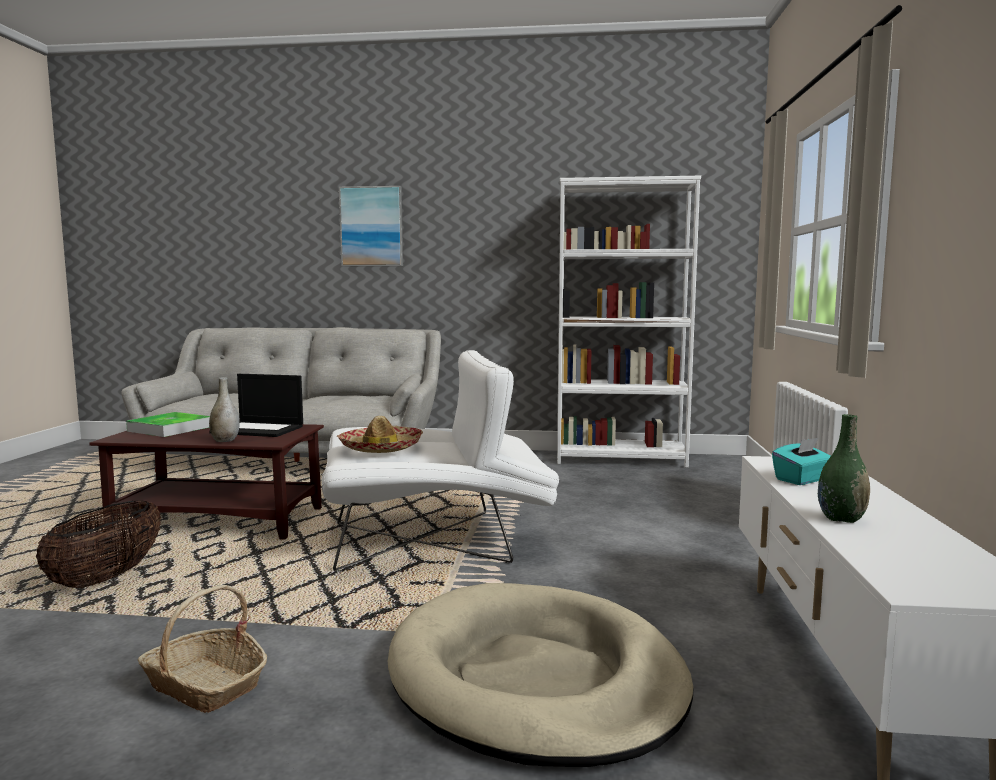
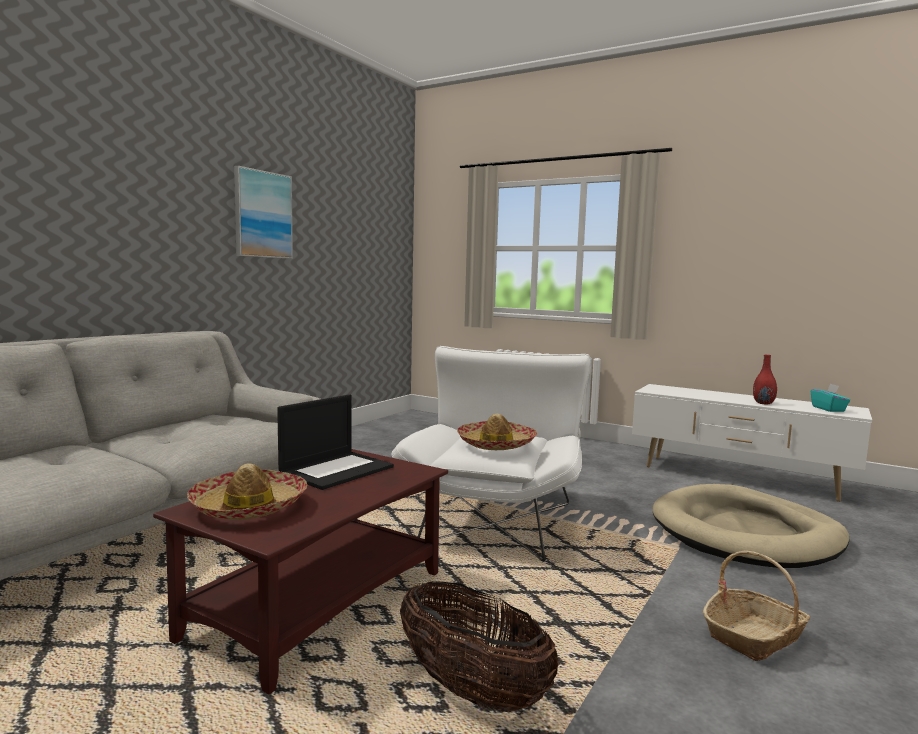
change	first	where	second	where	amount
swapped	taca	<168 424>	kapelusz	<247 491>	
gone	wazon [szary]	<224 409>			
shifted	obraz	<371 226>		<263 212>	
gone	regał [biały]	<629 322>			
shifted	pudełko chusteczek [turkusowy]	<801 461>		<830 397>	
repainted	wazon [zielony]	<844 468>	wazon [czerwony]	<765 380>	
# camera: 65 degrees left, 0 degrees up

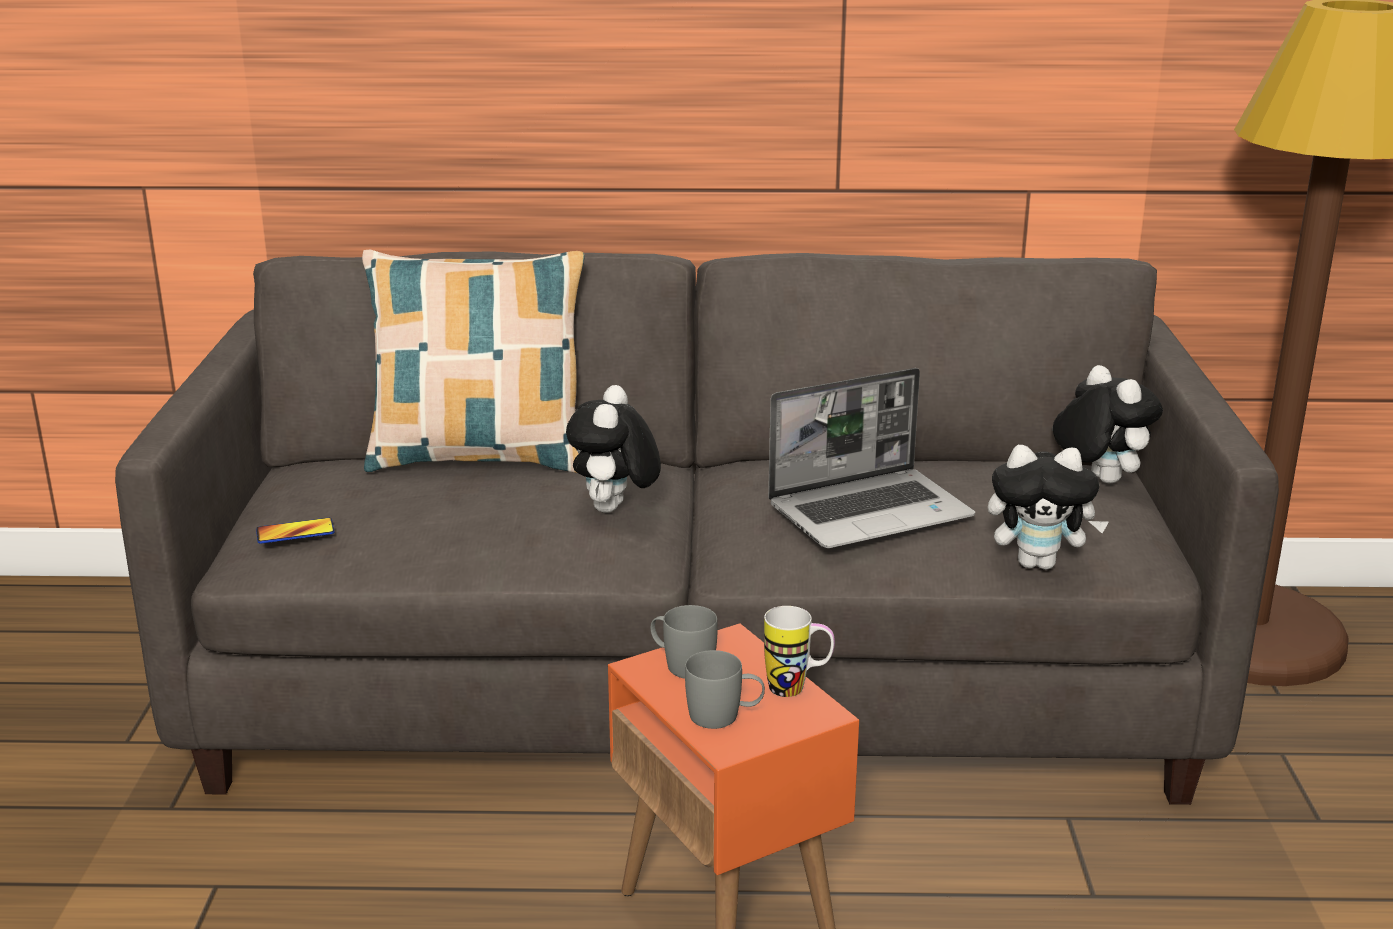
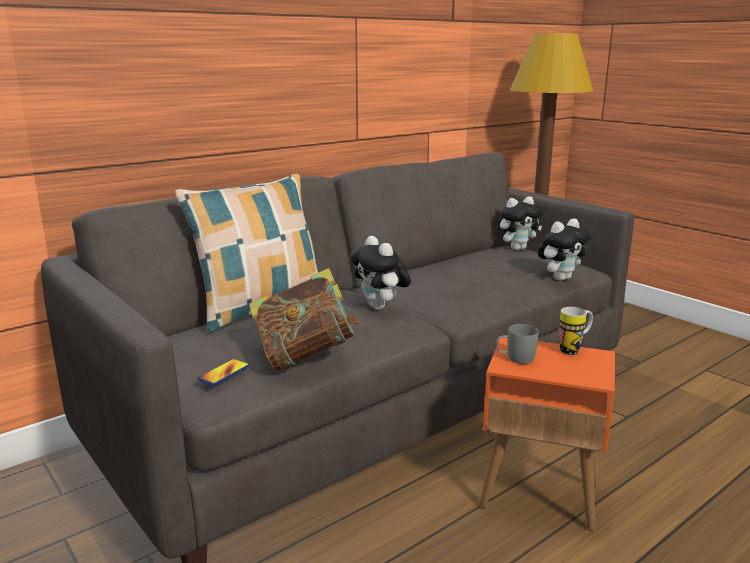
change	first	where	second	where	amount
gone	kubek [szary]	<725 689>			
gone	laptop	<871 458>			
rotated	pluszak	<1108 424>		<520 223>	135 degrees clockwise
new			książka	<305 319>	
# camera: 40 degrees left, 5 degrees down

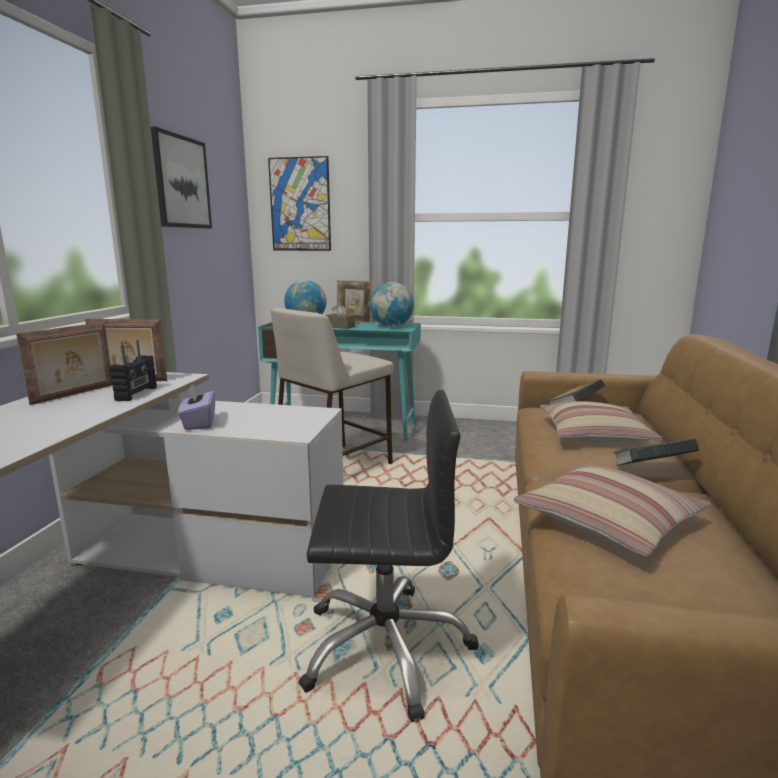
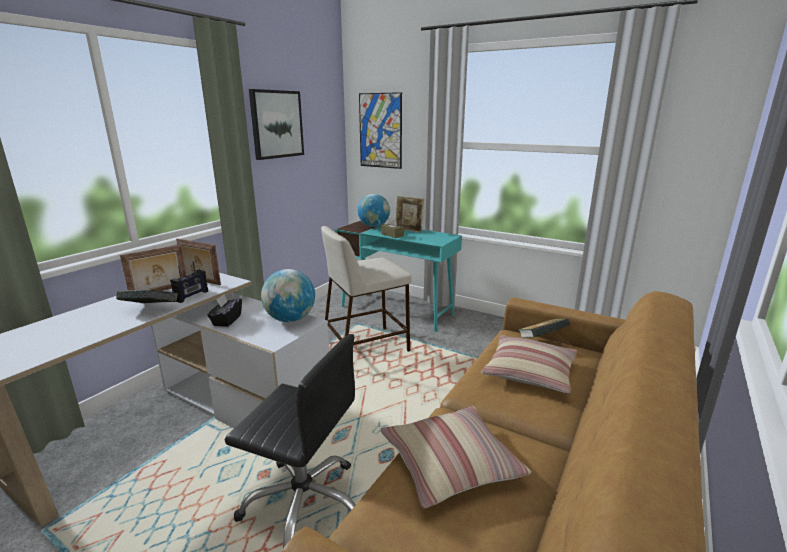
change	first	where	second	where	amount
repainted	pudełko chusteczek [fioletowy]	<196 407>	pudełko chusteczek [czarny]	<225 310>	
shifted	globus	<392 304>		<288 295>	
shifted	książka	<656 452>		<147 296>	
# camera: 20 degrees right, 5 degrees up

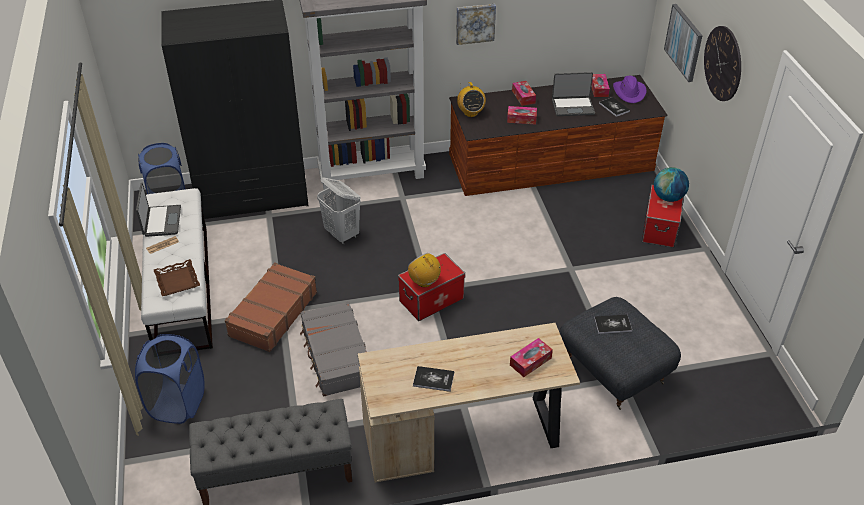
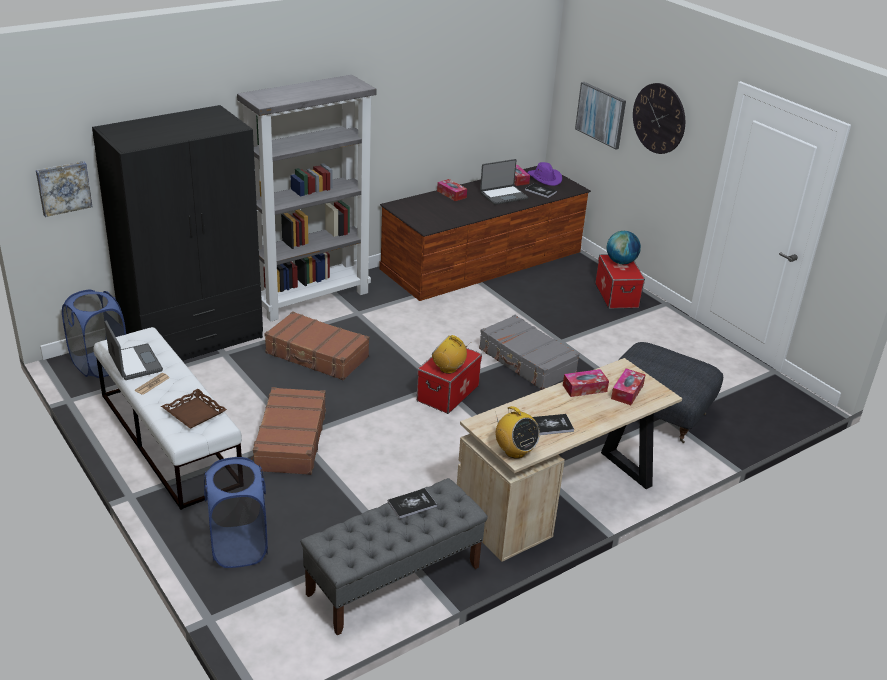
change	first	where	second	where	amount
shifted	walizka [szary]	<333 349>		<529 352>	
swapped	kosz na pranie [biały]	<339 211>	walizka [brązowy]	<316 345>	
shifted	obraz	<476 24>		<64 189>	
shifted	radio	<471 99>		<517 432>	
shifted	pudełko chusteczek	<522 115>		<586 383>	
shifted	książka	<613 324>		<412 503>	
# camera: 25 degrees left, 10 degrees down

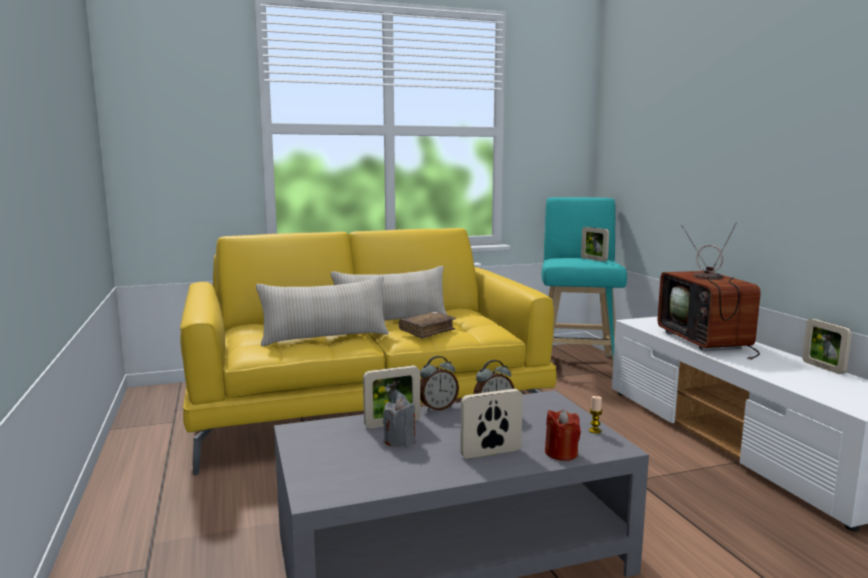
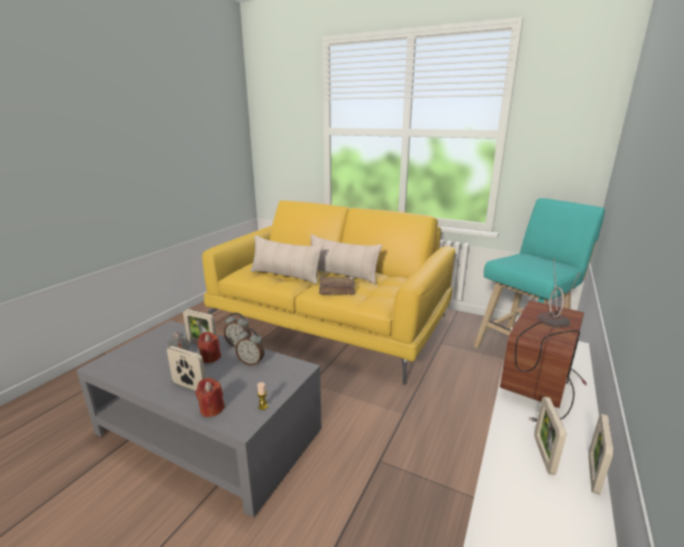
change	first	where	second	where	amount
shifted	ramka na zdjęcie	<595 244>		<550 436>	
new			świeca [czerwony]	<209 347>	
# camera: 45 degrees right, 10 degrees up

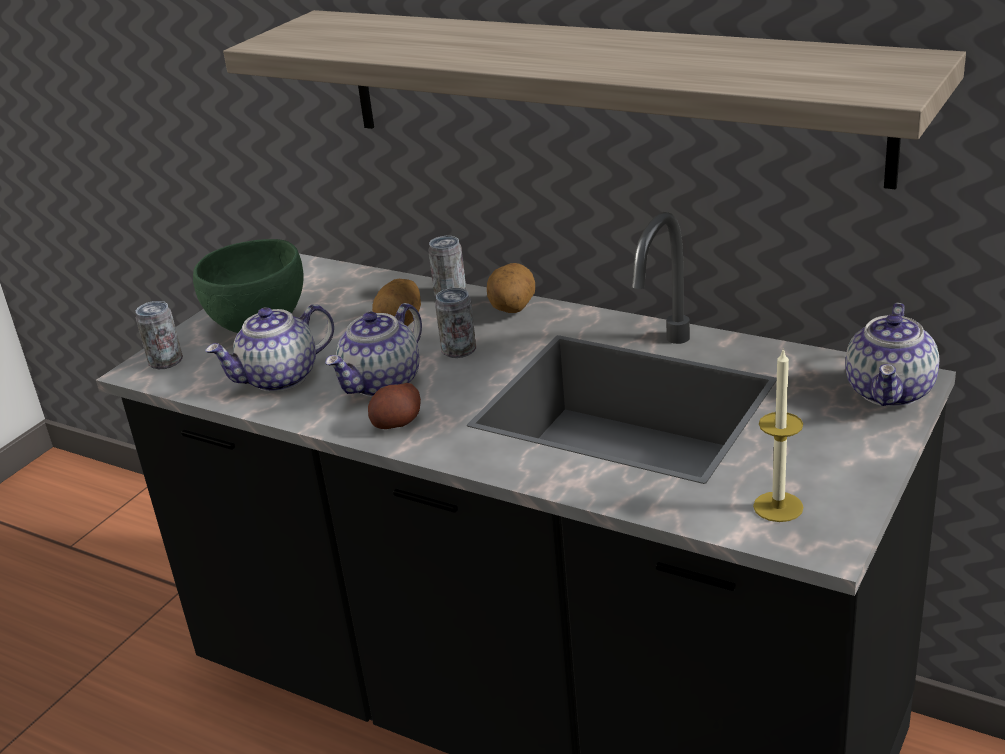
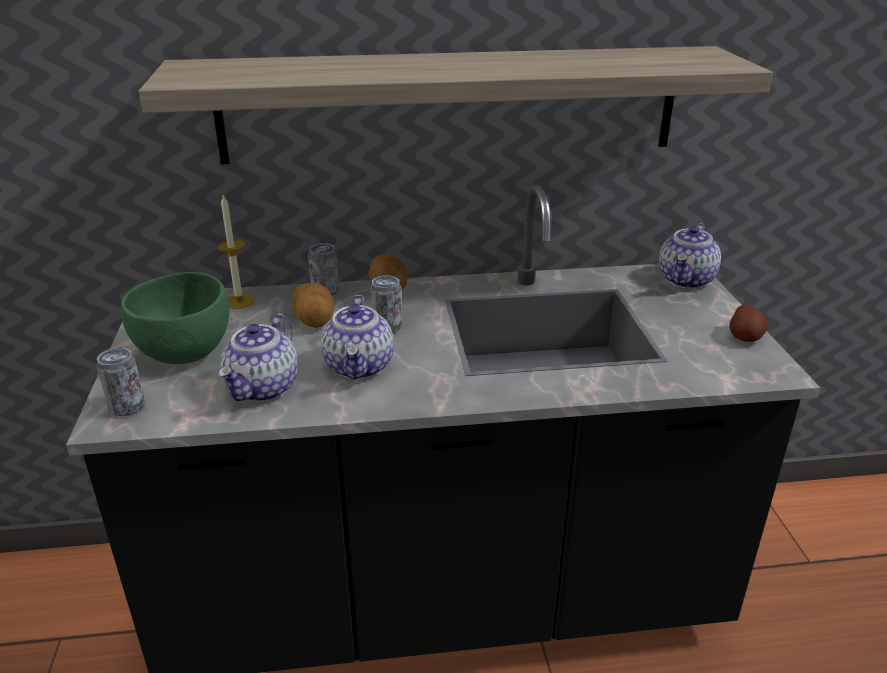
change	first	where	second	where	amount
shifted	ziemniak	<394 406>		<748 323>	
shifted	świeca	<778 435>		<236 252>	
rotated	imbryk	<892 355>		<690 256>	45 degrees clockwise
# camera: 40 degrees left, 0 degrees up

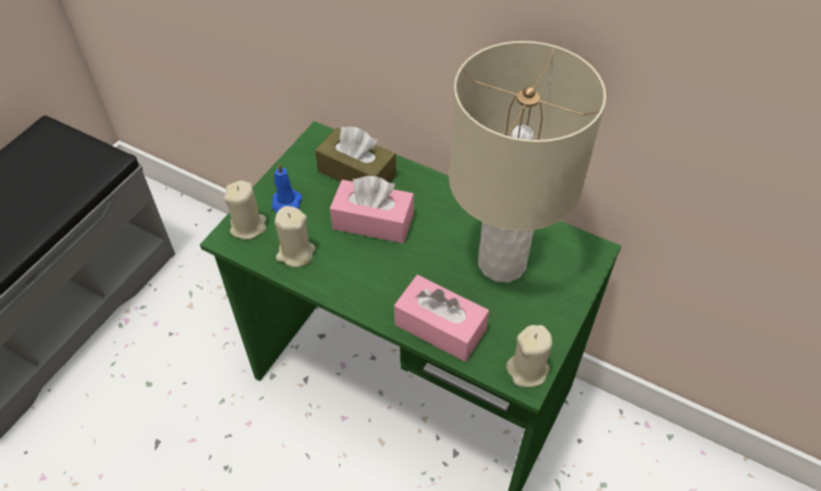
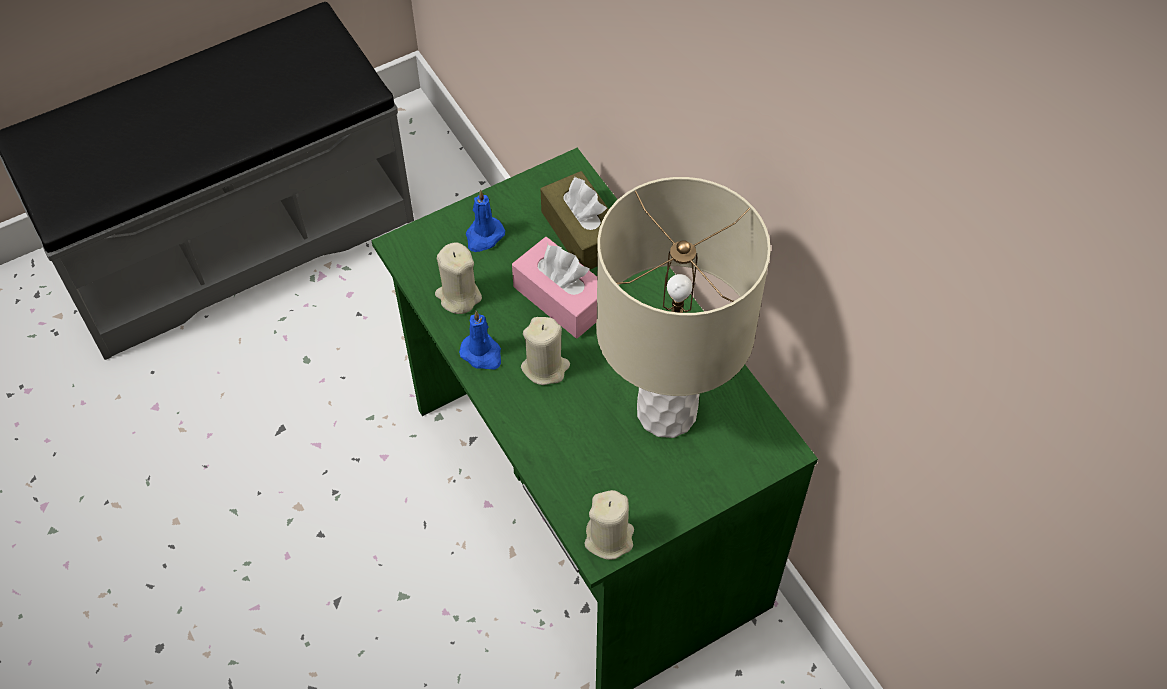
change	first	where	second	where	amount
shifted	świeca [beżowy]	<245 210>		<545 351>	
gone	pudełko chusteczek [różowy]	<441 318>			
new			świeca [niebieski]	<480 340>	
# camera: 30 degrees right, 5 degrees up

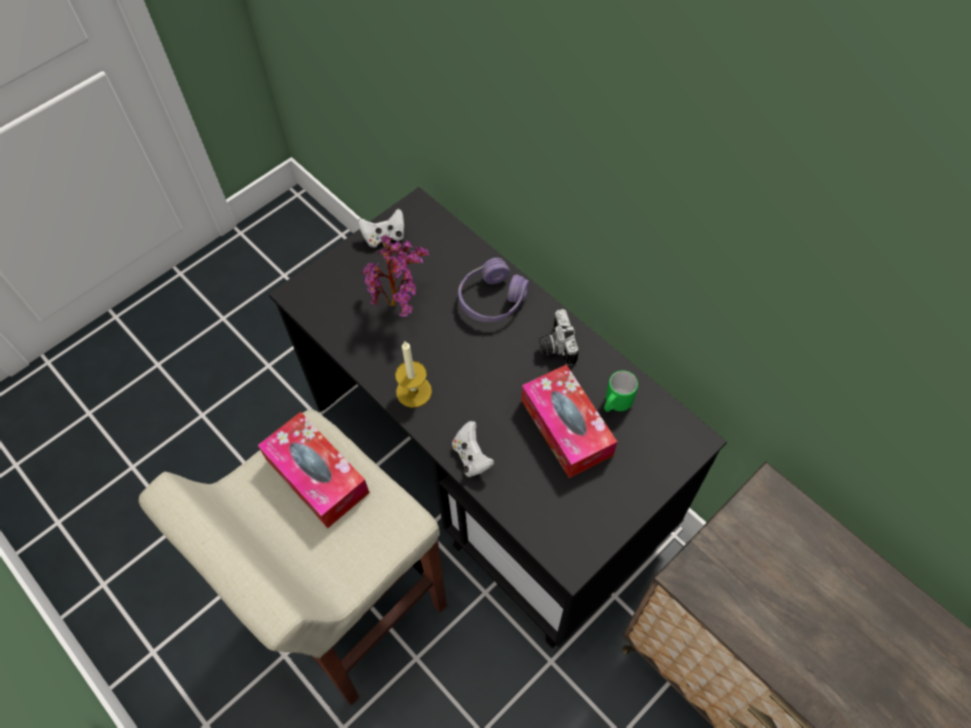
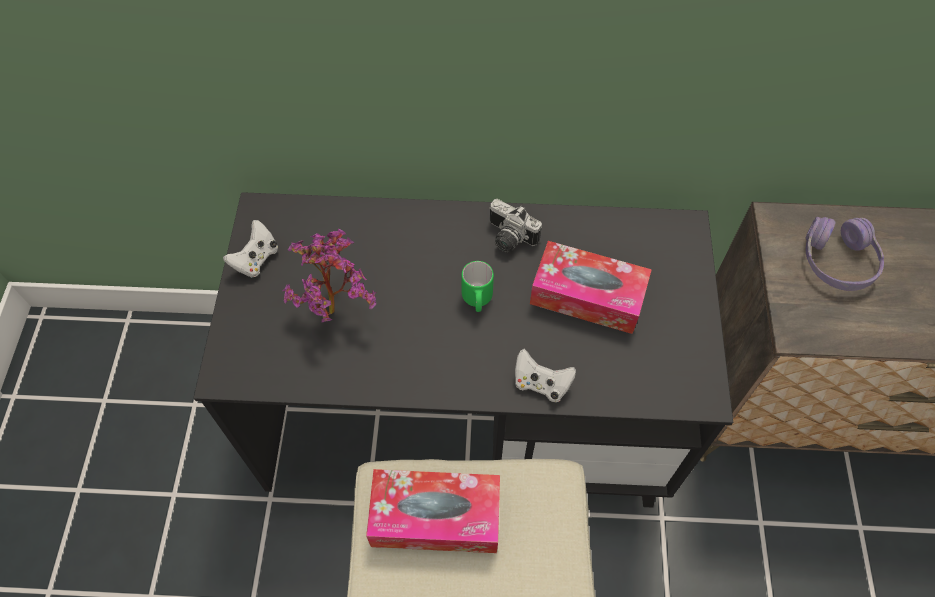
change	first	where	second	where	amount
gone	świeca	<413 375>			
shifted	słuchawki [fioletowy]	<493 290>		<845 254>	
shifted	kubek [zielony]	<621 391>		<477 286>	
# camera: 45 degrees left, 0 degrees up

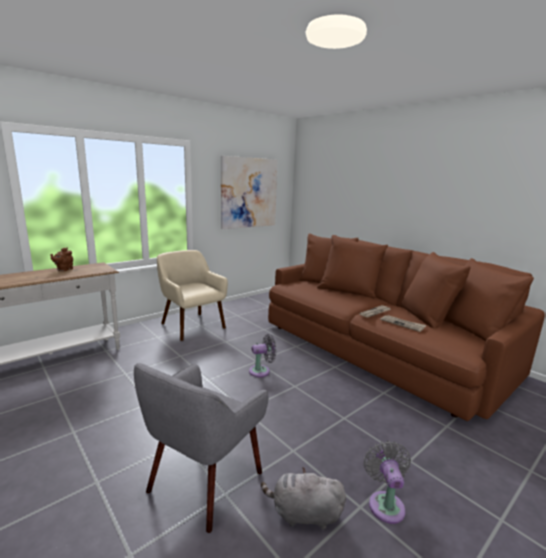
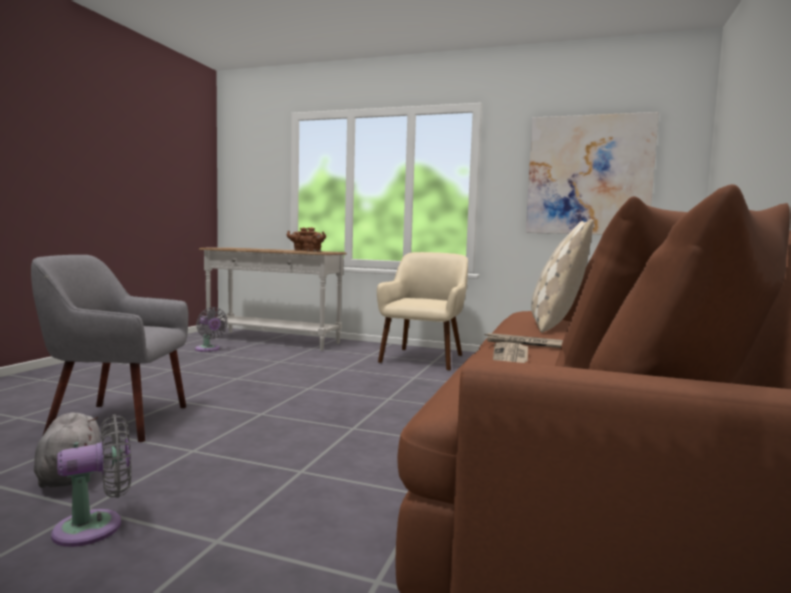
change	first	where	second	where	amount
shifted	wentylator [szary]	<262 355>		<211 329>	
new			imbryk [brązowy]	<315 239>	
new			poduszka [beżowy]	<562 276>	
# camera: 60 degrees right, 10 degrees down

